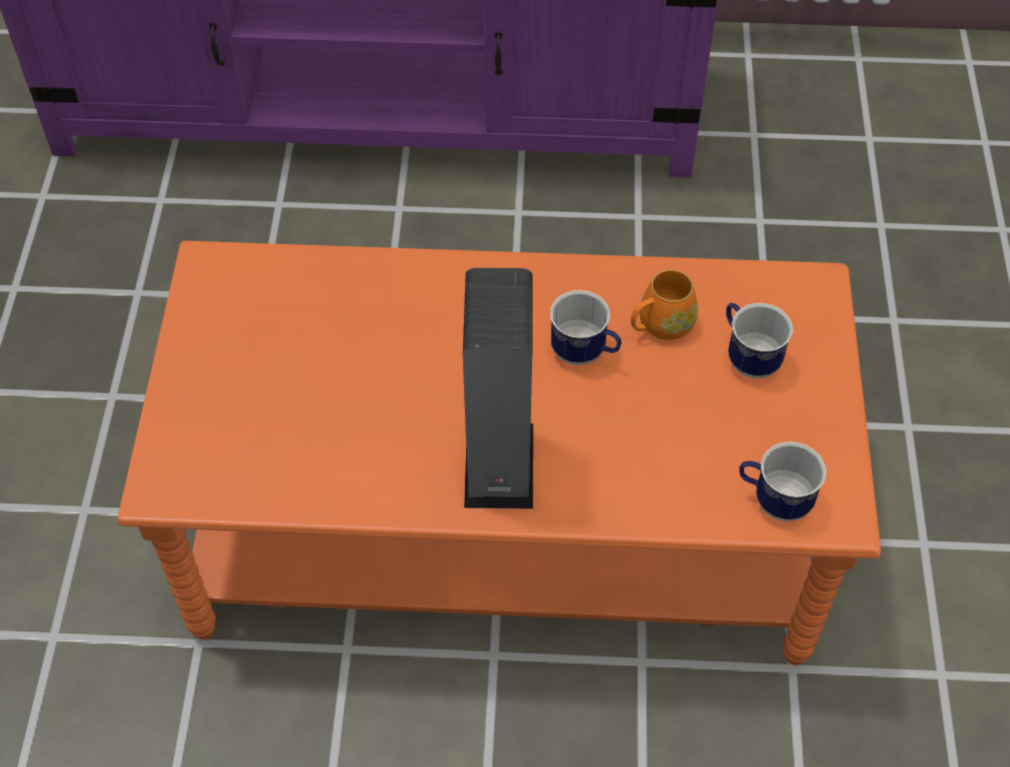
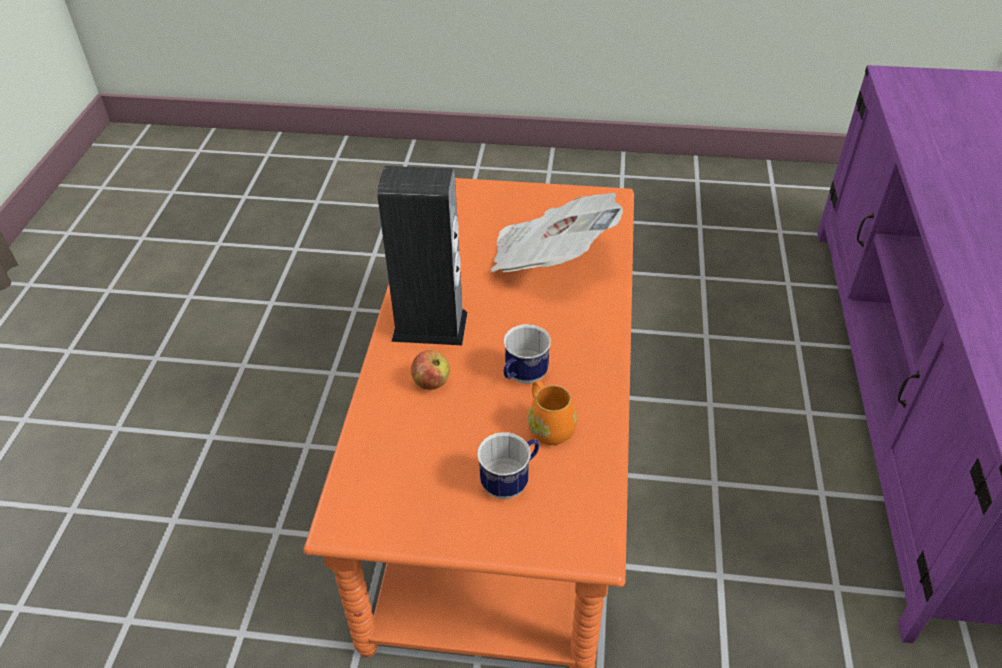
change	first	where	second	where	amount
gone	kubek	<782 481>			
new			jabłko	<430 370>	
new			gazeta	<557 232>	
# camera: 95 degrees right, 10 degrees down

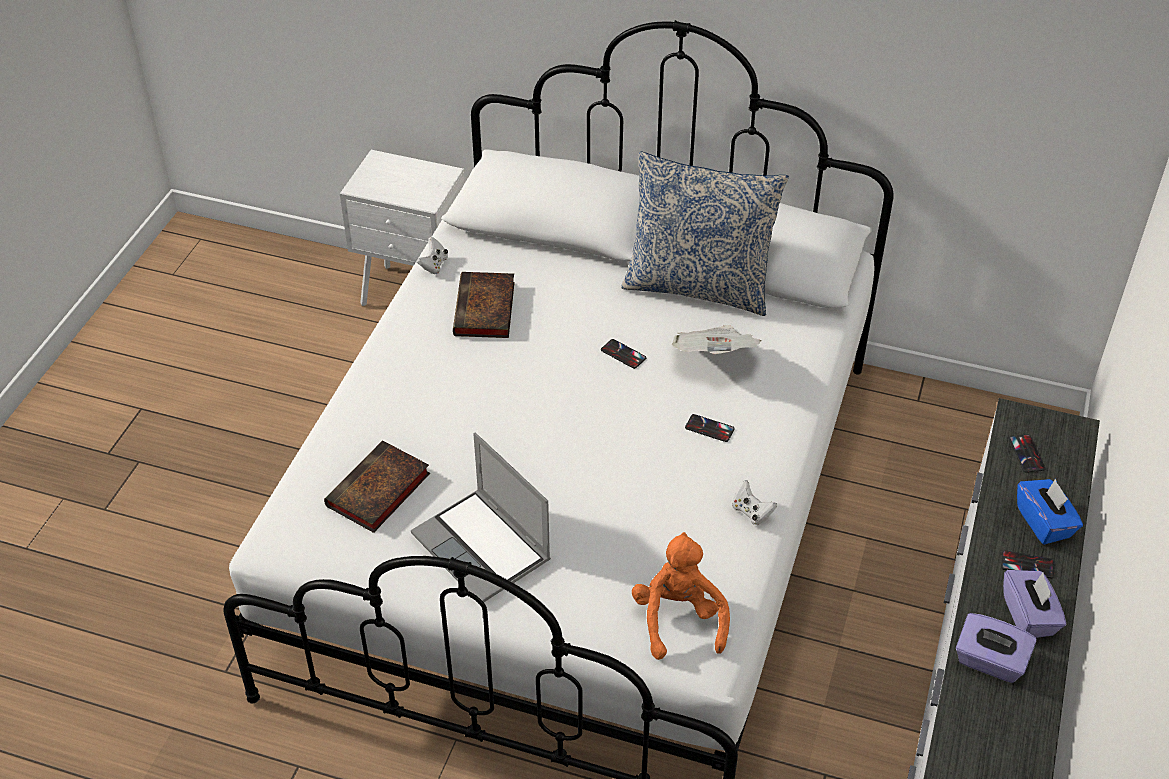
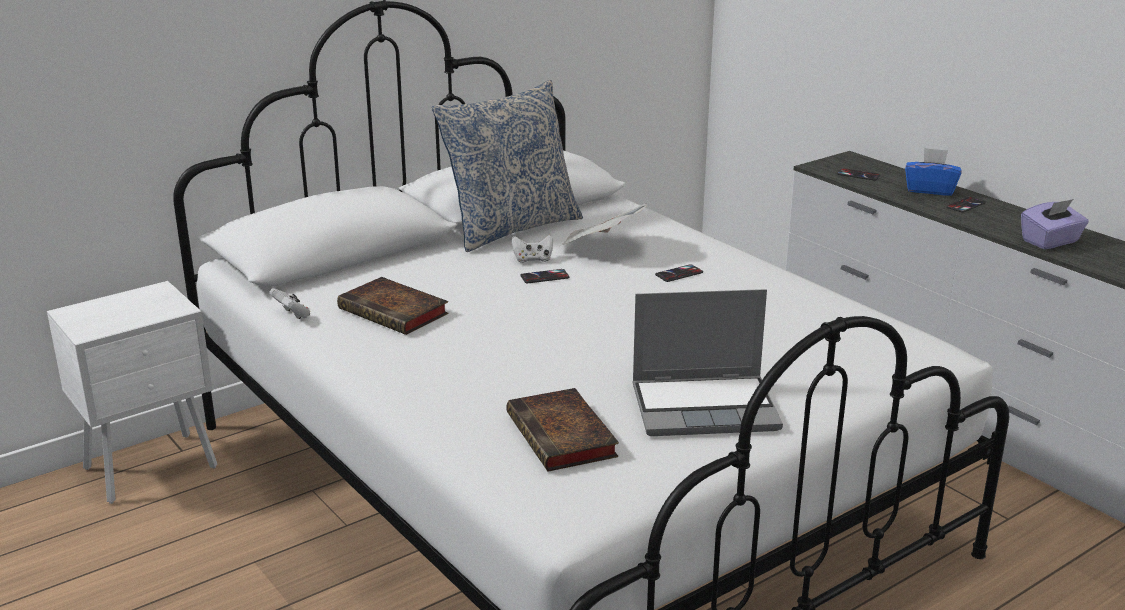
change	first	where	second	where	amount
gone	pluszak [pomarańczowy]	<681 596>			
shifted	pad do gier [biały]	<754 502>		<532 249>	
gone	pudełko chusteczek [fioletowy]	<1034 604>			
# camera: 55 degrees left, 20 degrees down

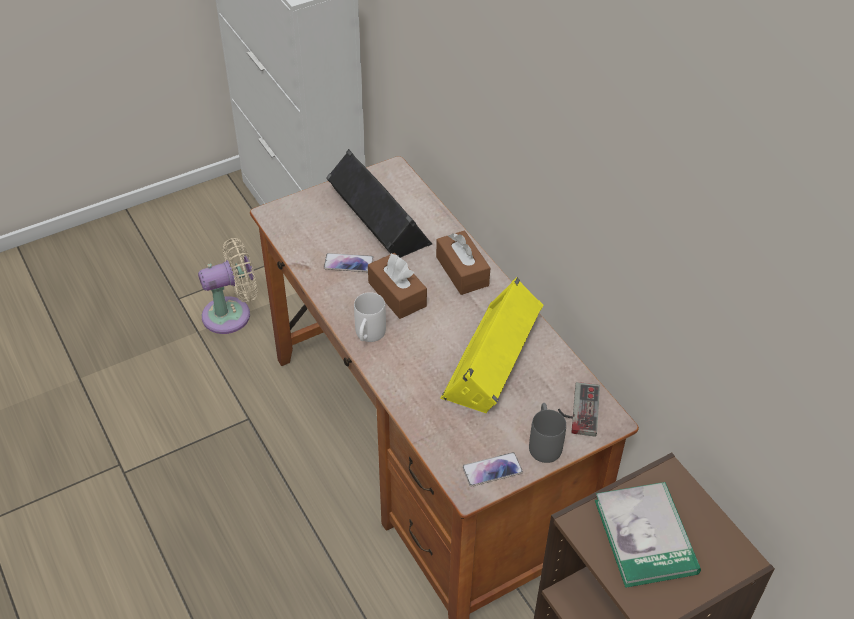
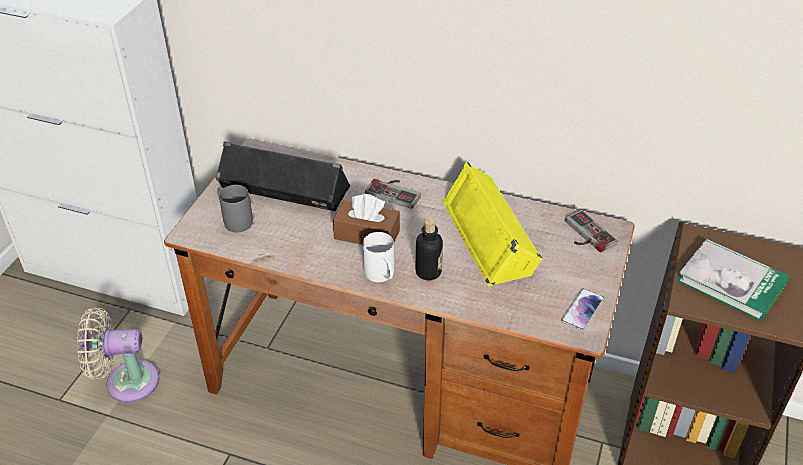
change	first	where	second	where	amount
rotated	wentylator [beżowy]	<227 286>		<118 355>	120 degrees counterclockwise
gone	telefon	<349 262>			
swapped	pudełko chusteczek [brązowy]	<463 262>	pad do gier	<393 194>	
shifted	kubek [szary]	<547 433>		<235 208>	
new			butelka	<429 249>	
# camera: 40 degrees left, 5 degrees down

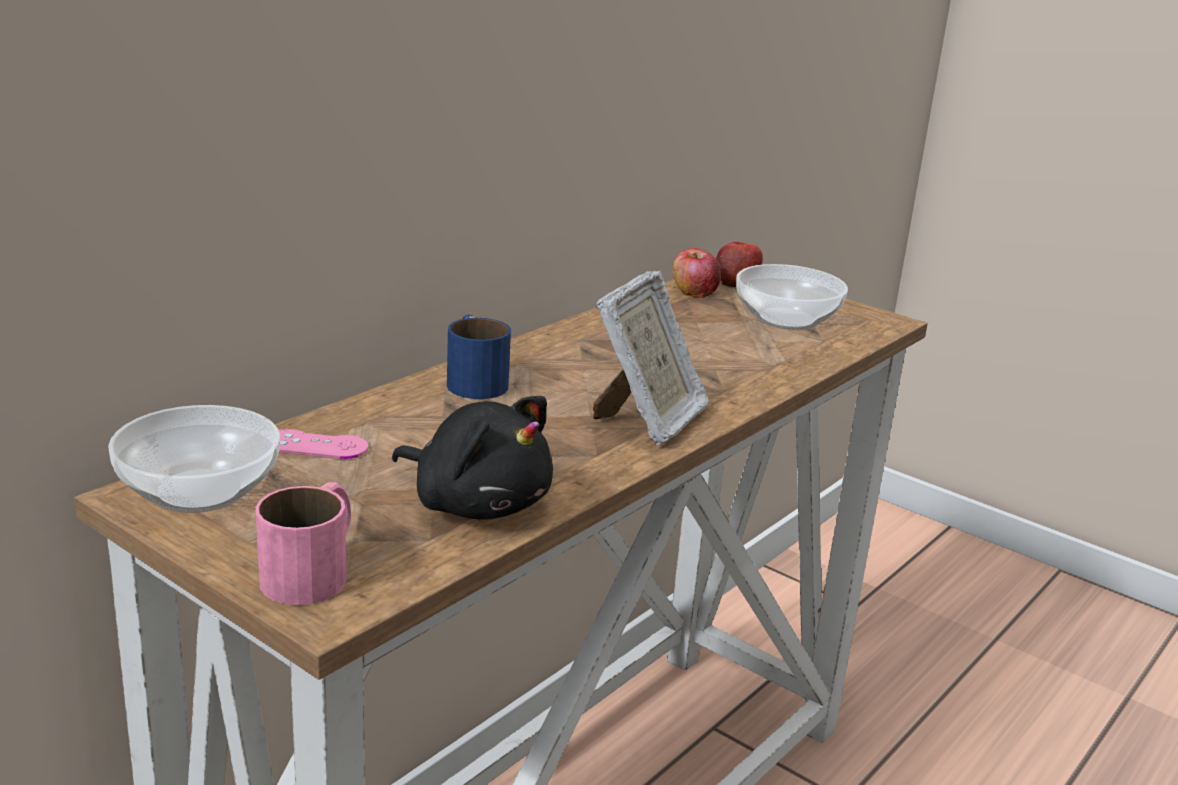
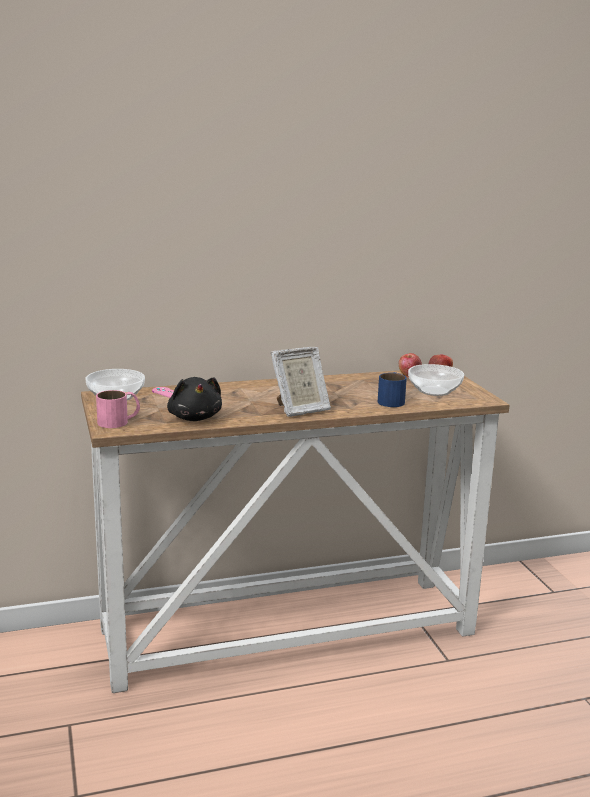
change	first	where	second	where	amount
shifted	kubek [niebieski]	<479 356>		<392 389>	
# camera: 35 degrees right, 5 degrees down

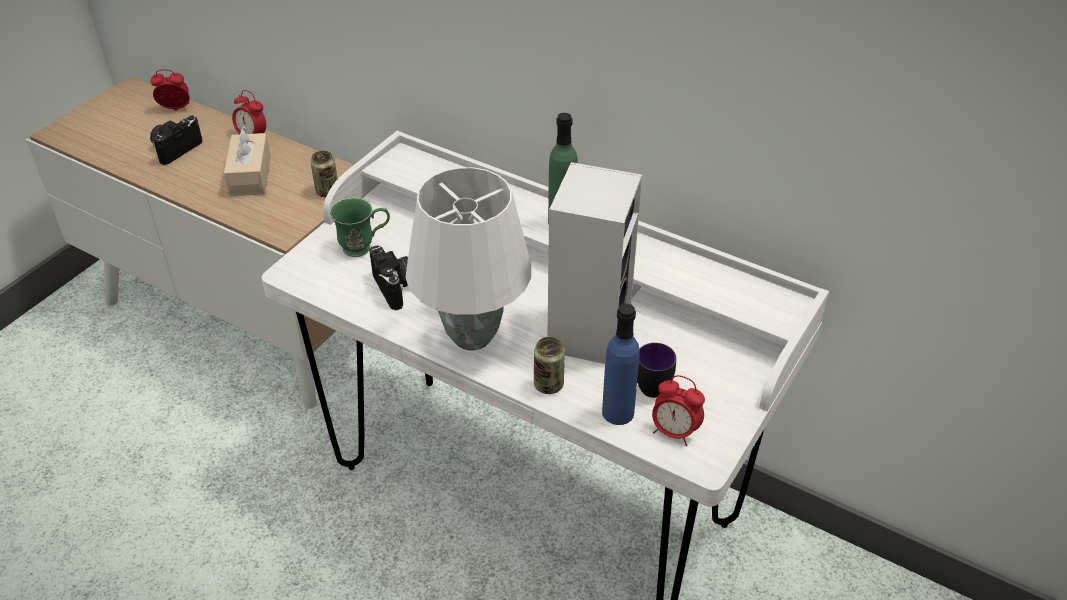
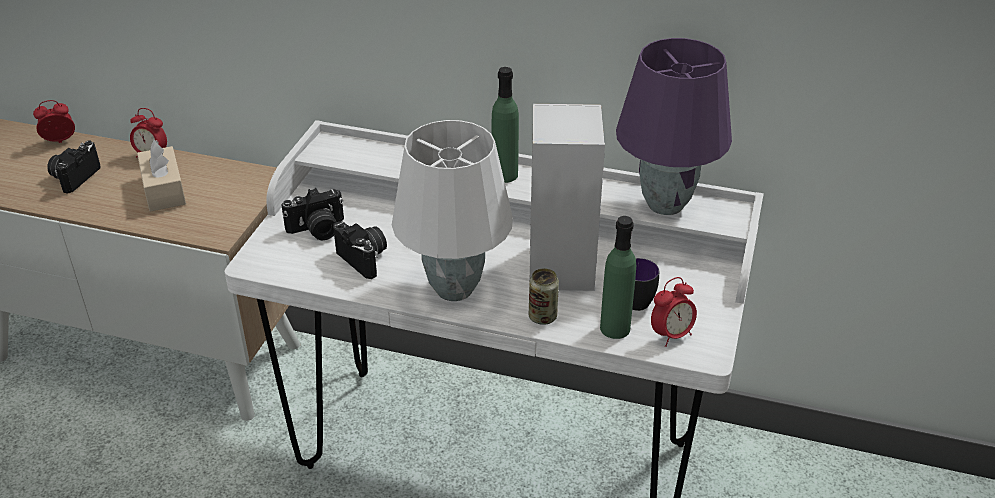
change	first	where	second	where	amount
gone	puszka	<324 174>			
swapped	kubek [zielony]	<360 227>	aparat fotograficzny	<312 214>	
repainted	butelka [niebieski]	<621 364>	butelka [zielony]	<618 277>	
rotated	budzik	<678 410>		<674 312>	45 degrees counterclockwise
new			lampa stołowa [fioletowy]	<674 126>	
# camera: 15 degrees left, 5 degrees down

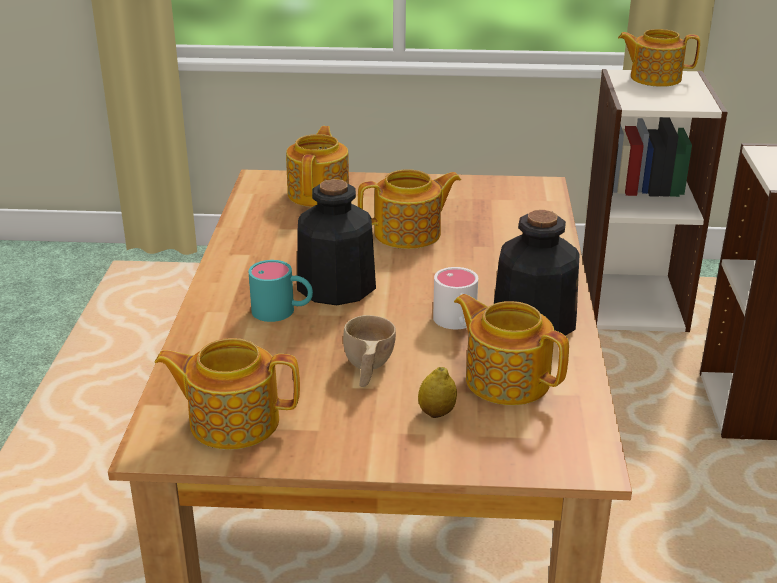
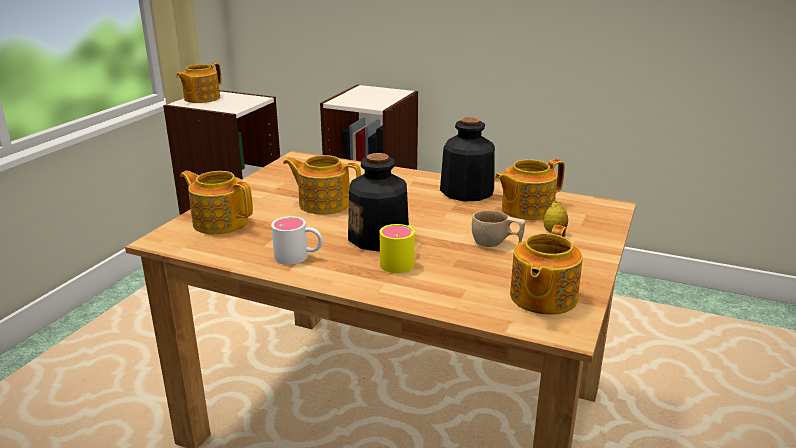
change	first	where	second	where	amount
repainted	kubek [turkusowy]	<280 291>	kubek [żółty]	<397 248>	
rotated	imbryk	<409 209>		<322 185>	75 degrees counterclockwise
shifted	kubek [biały]	<455 298>		<297 240>	
# camera: 70 degrees left, 5 degrees down

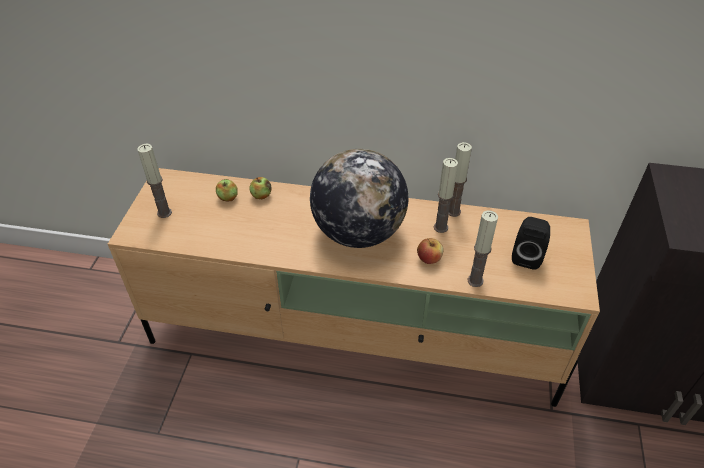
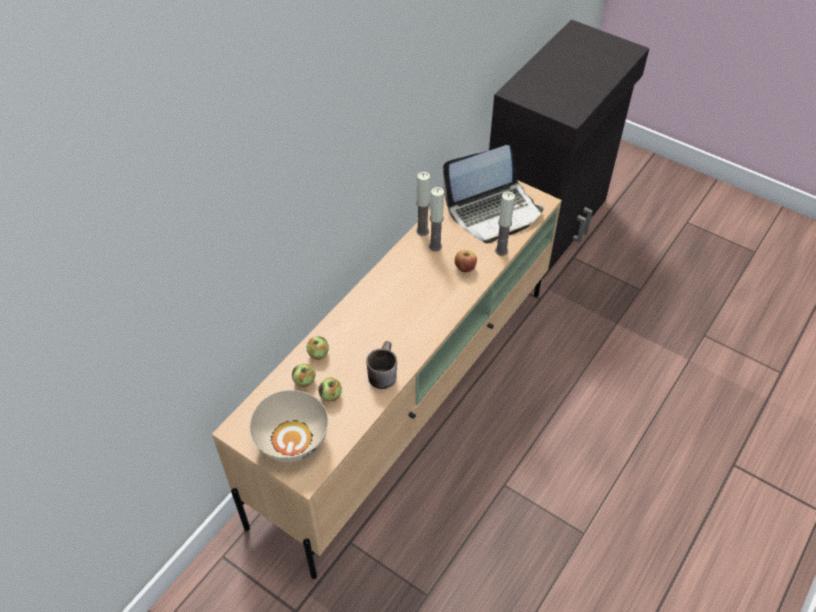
change	first	where	second	where	amount
swapped	świeca	<154 181>	miska [beżowy]	<289 426>	
gone	globus	<359 198>			
swapped	głośnik [czarny]	<531 243>	laptop	<493 194>	
new			jabłko	<330 389>	
new			kubek [brązowy]	<381 365>	
# camera: 65 degrees left, 5 degrees up

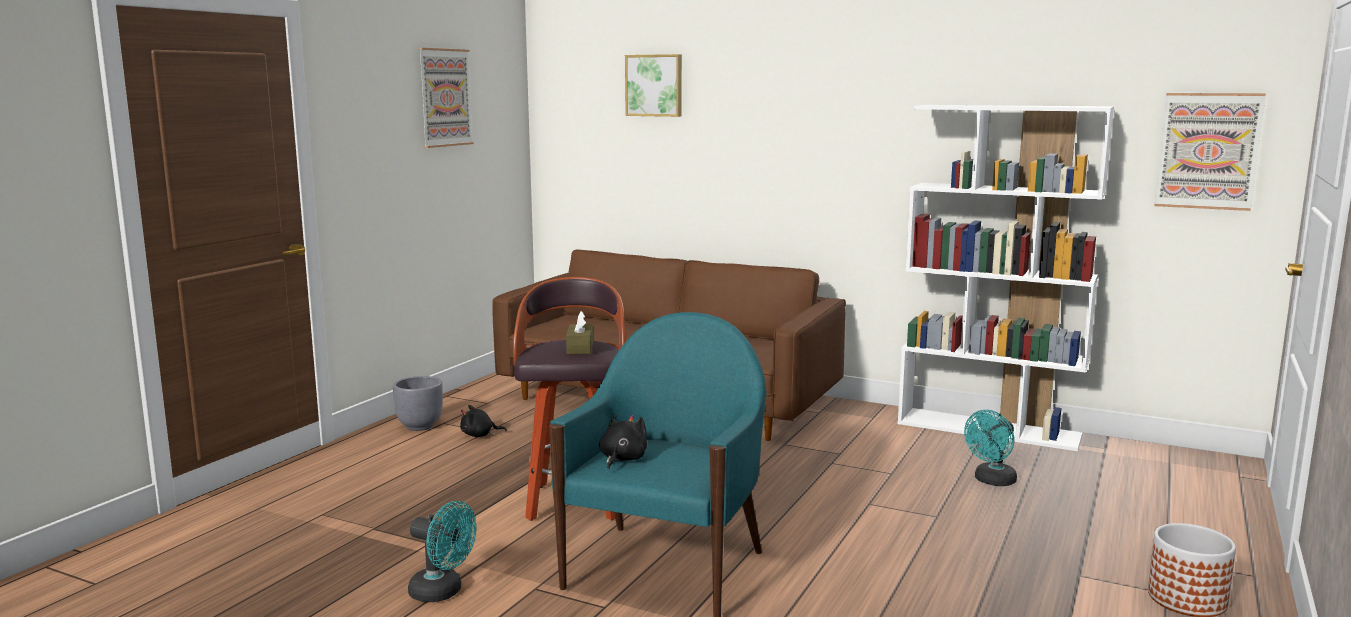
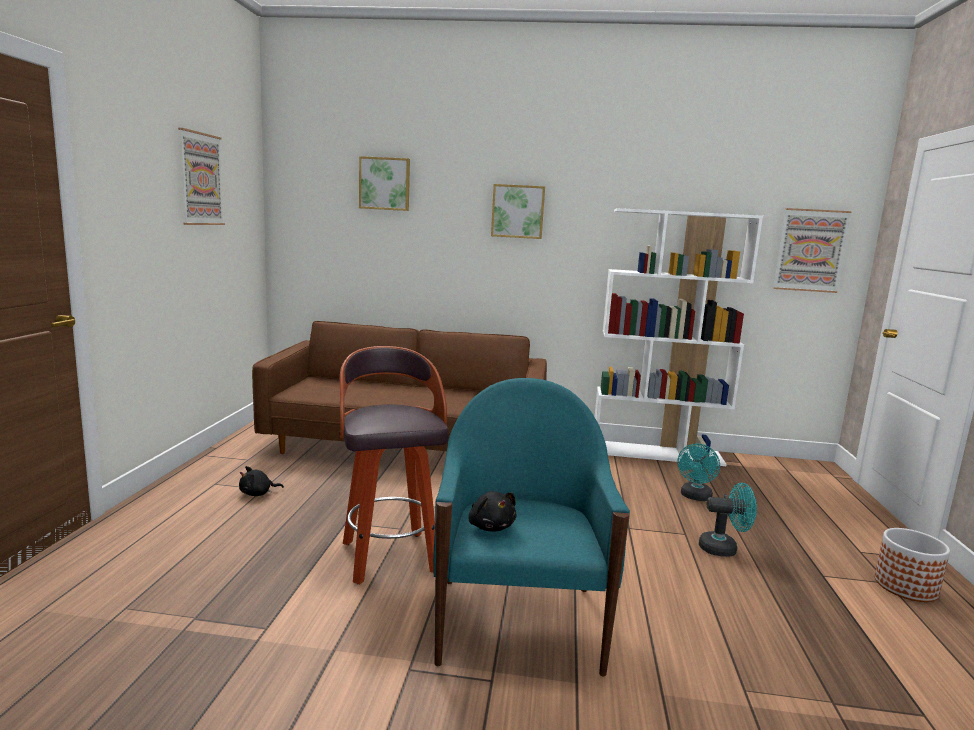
change	first	where	second	where	amount
gone	donica [szary]	<418 403>			
shifted	wentylator [turkusowy]	<442 551>		<728 520>	
gone	pudełko chusteczek [brązowy]	<579 332>			
rotated	pluszak [czarny]	<623 442>		<492 511>	150 degrees clockwise
new			obraz	<518 211>	
# camera: 20 degrees left, 0 degrees up

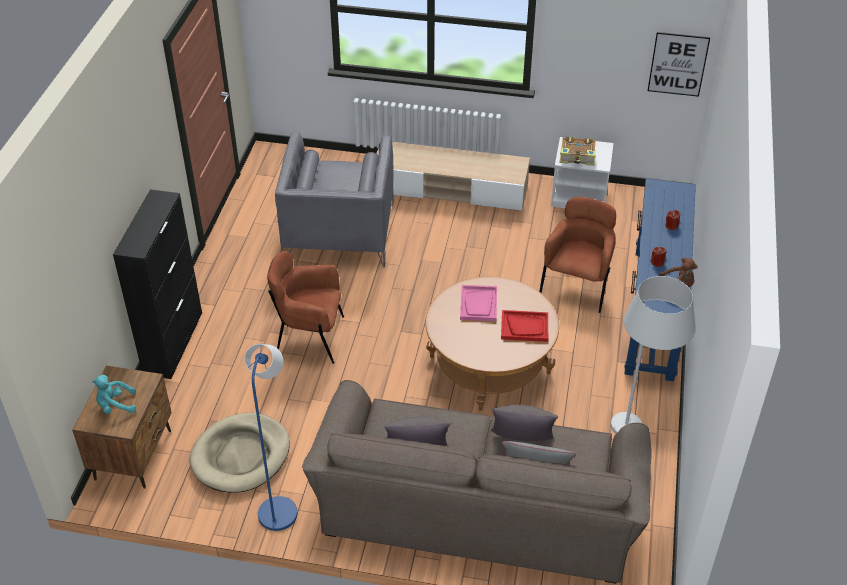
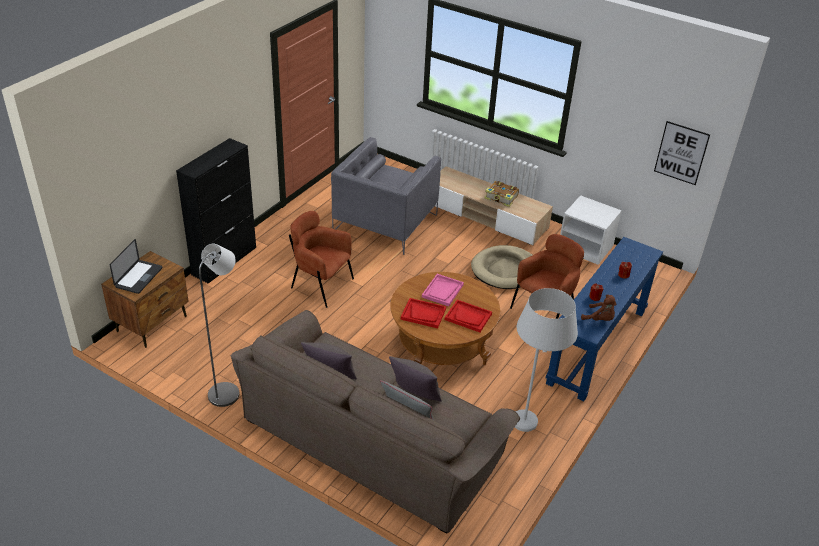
change	first	where	second	where	amount
swapped	pluszak [turkusowy]	<114 394>	laptop	<136 266>	
shifted	legowisko [beżowy]	<239 453>		<501 267>	
repainted	lampa stojąca [niebieski]	<271 437>	lampa stojąca [szary]	<219 325>	
shifted	książka	<577 151>		<502 194>	
new			taca [czerwony]	<423 313>	
# camera: 20 degrees right, 5 degrees down

